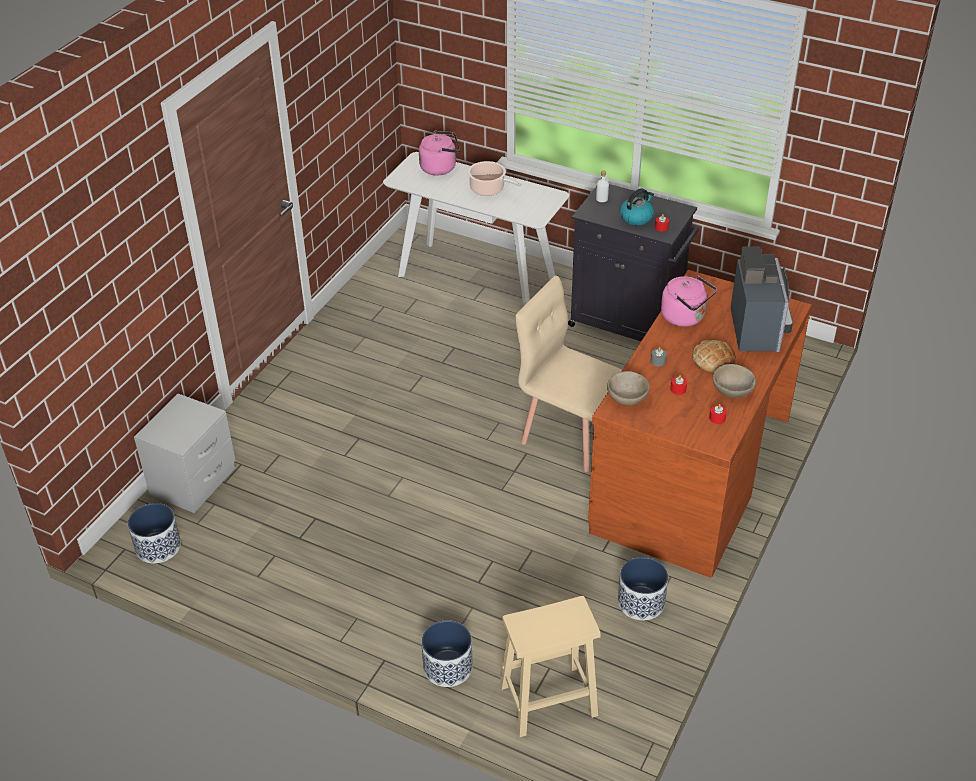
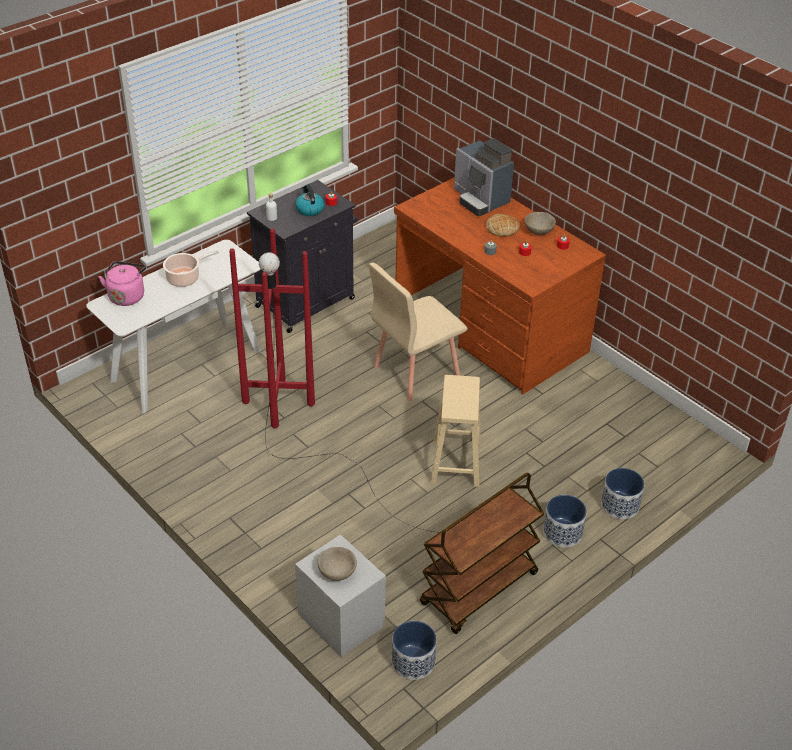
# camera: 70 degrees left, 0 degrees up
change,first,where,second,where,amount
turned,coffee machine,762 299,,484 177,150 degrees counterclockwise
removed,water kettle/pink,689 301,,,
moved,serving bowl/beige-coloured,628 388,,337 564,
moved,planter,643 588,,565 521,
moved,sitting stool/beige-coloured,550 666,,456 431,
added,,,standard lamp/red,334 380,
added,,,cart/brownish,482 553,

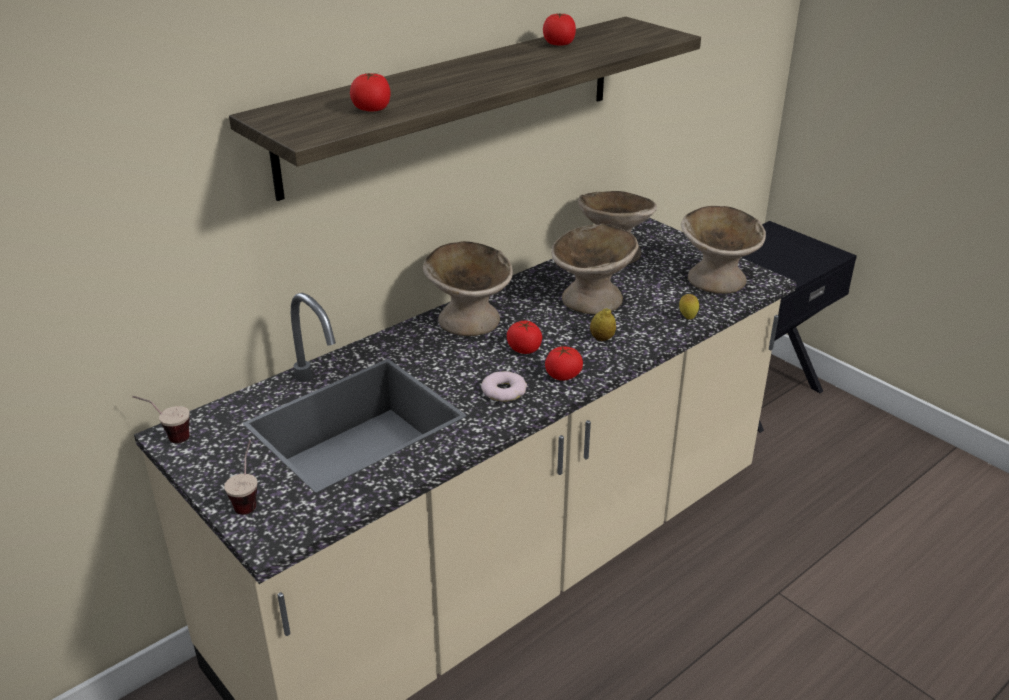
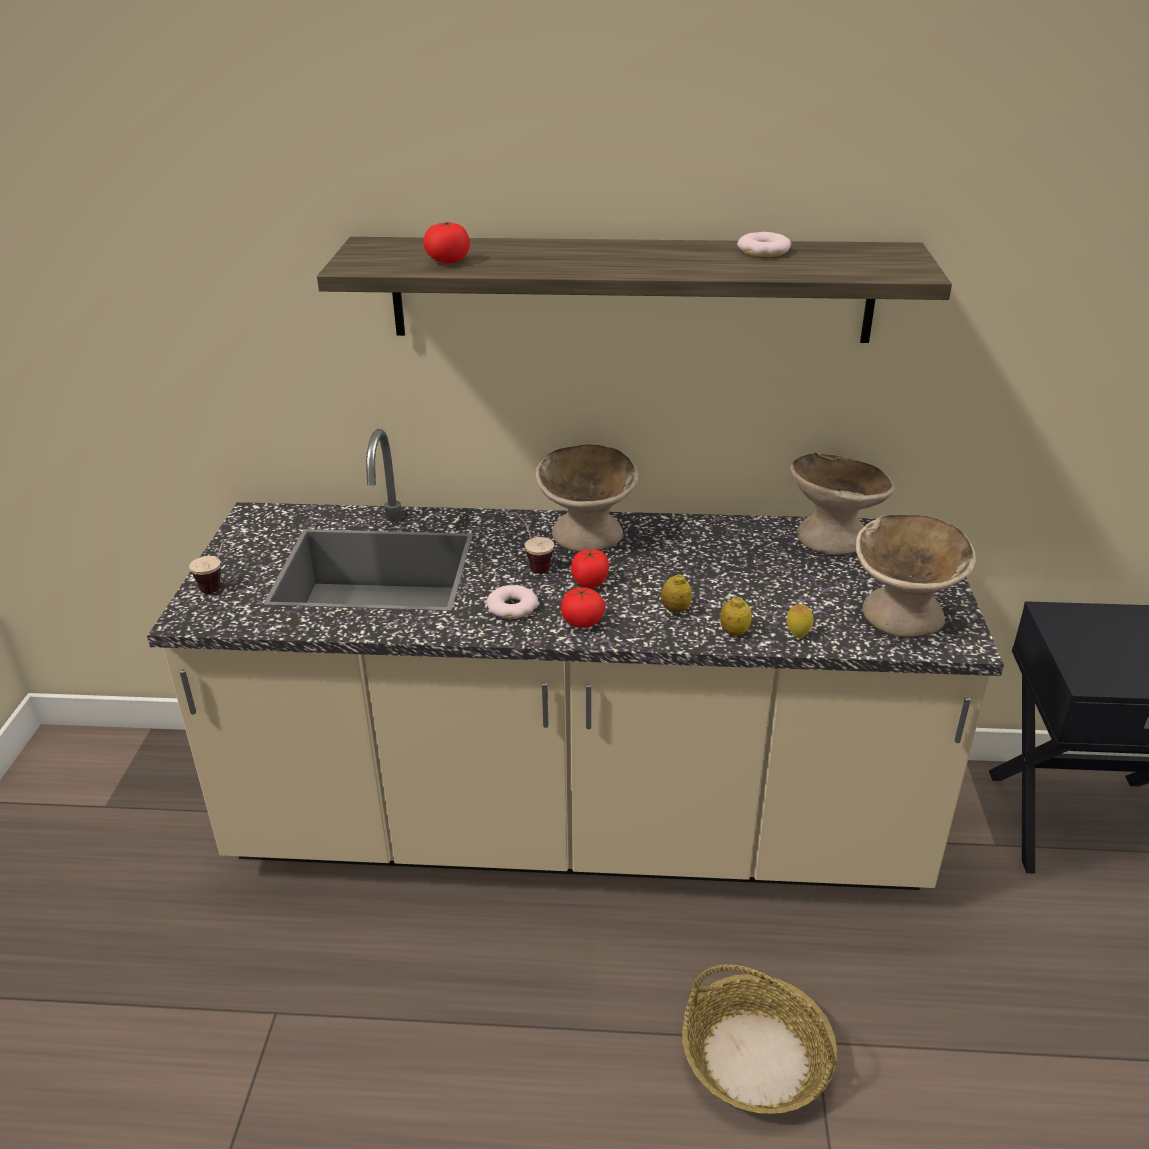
# camera: 45 degrees right, 0 degrees up
change,first,where,second,where,amount
replaced,fresh tomato,559 29,ring doughnut,764 244,
removed,serving bowl/beige-coloured,594 269,,,
moved,drinking cup,161 419,,534 543,
added,,,citrus fruit,736 616,
added,,,basket,760 1039,

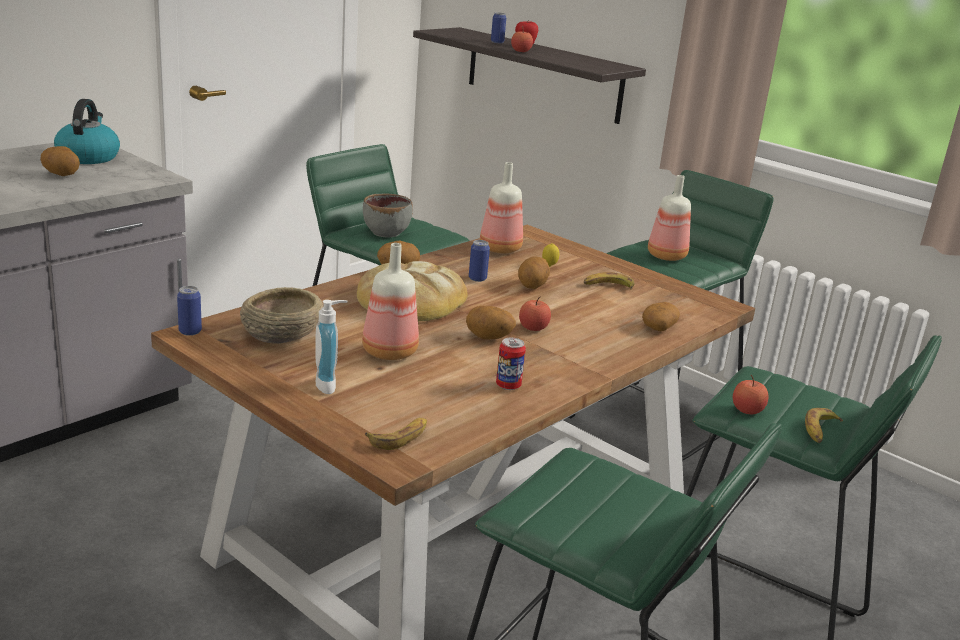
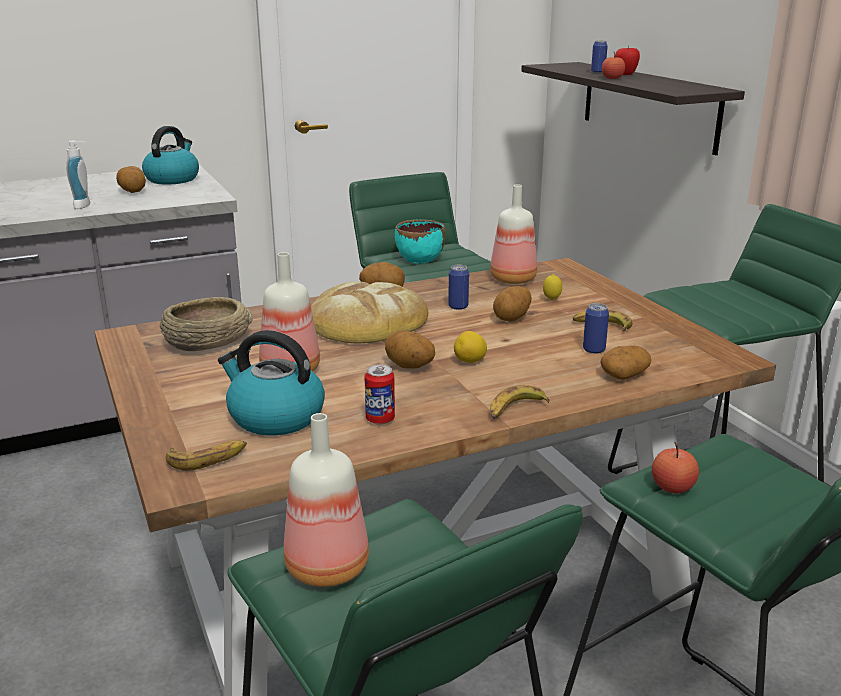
# camera: 25 degrees right, 0 degrees up
change,first,where,second,where,amount
moved,bottle,669 218,,326 500,
recoloured,serving bowl/gray,388 215,serving bowl/blue-green,420 241,
moved,metal can,189 311,,596 328,
replaced,apple fruit,535 313,citrus fruit,470 347,
moved,soap bottle,331 347,,78 175,
moved,whole banana,824 425,,520 402,
added,,,water kettle,271 382,

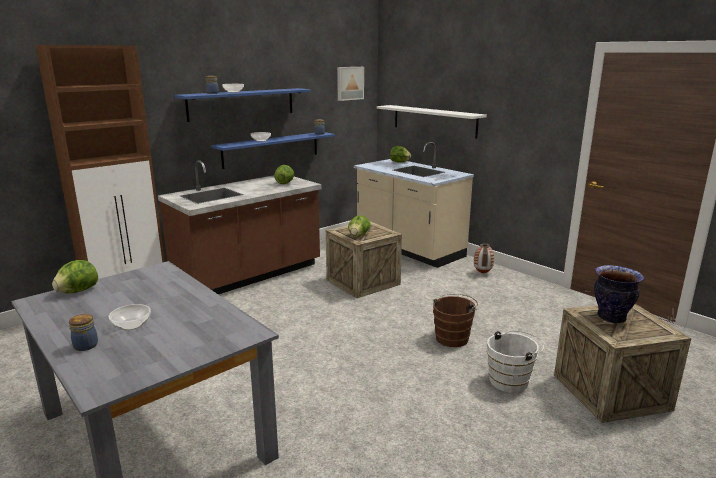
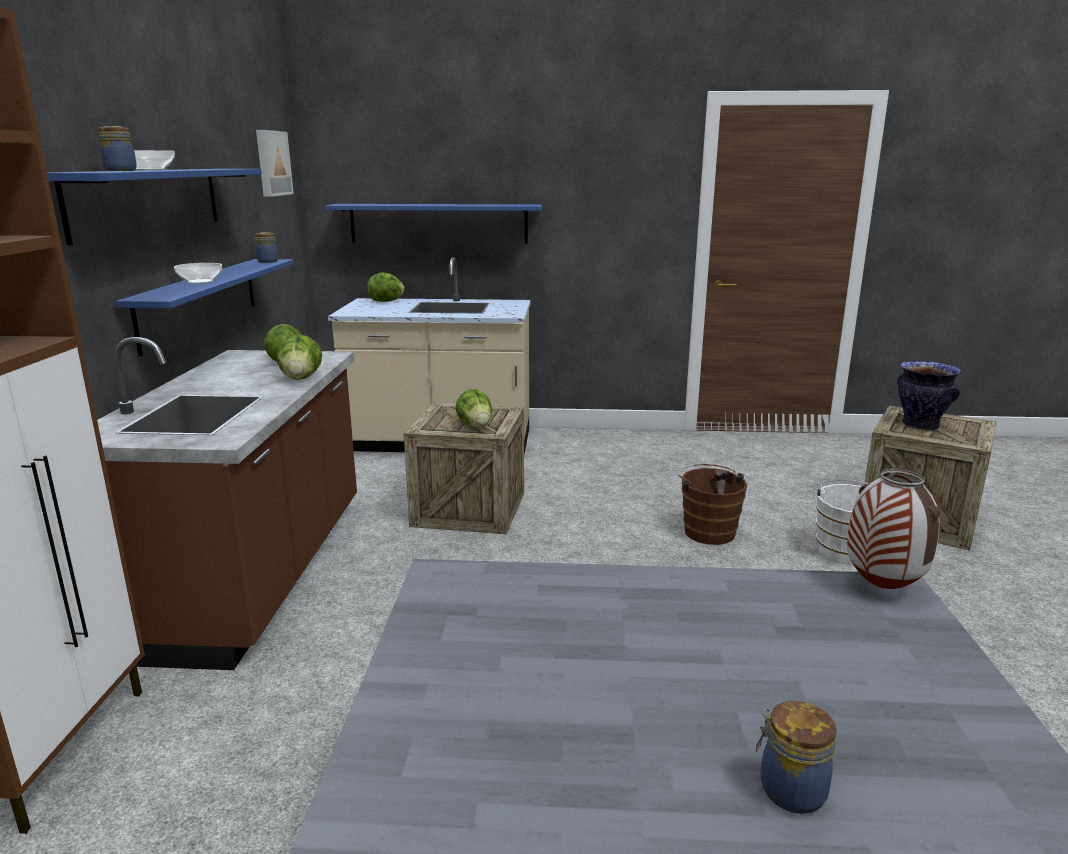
# camera: 45 degrees left, 0 degrees up
change,first,where,second,where,amount
recoloured,bracket shelf/white,432 122,bracket shelf/blue,433 224,
moved,flower vase,484 258,,893 528,
moved,lettuce,75 276,,299 357,
removed,serving bowl,130 317,,,

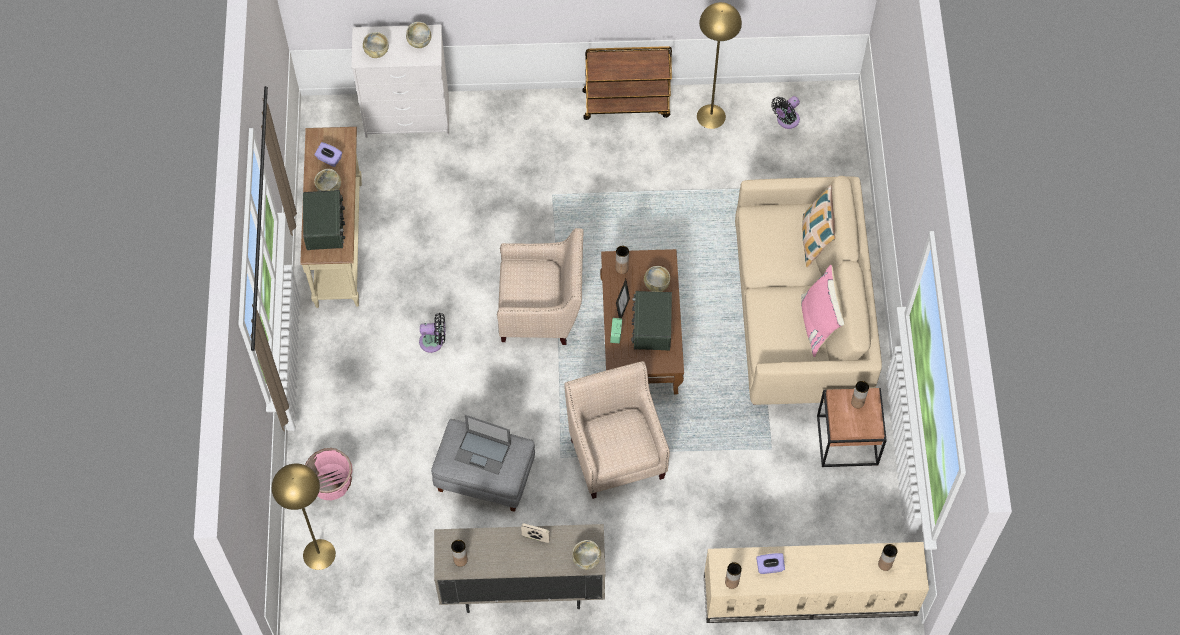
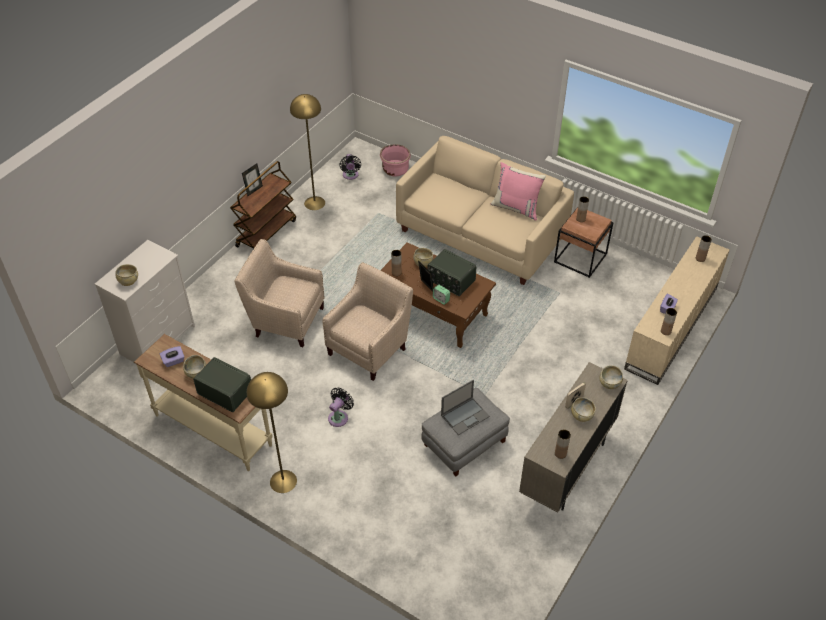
# camera: 55 degrees left, 15 degrees down
change,first,where,second,where,amount
moved,serving bowl/beige-coloured,419 35,,583 409,
removed,throw pillow,818 226,,,
moved,armchair/beige-coloured,617 430,,280 293,
moved,planter/pink,329 474,,395 160,
moved,standard lamp/yellow-coloured,304 516,,272 432,
added,,,standing frame,252 179,

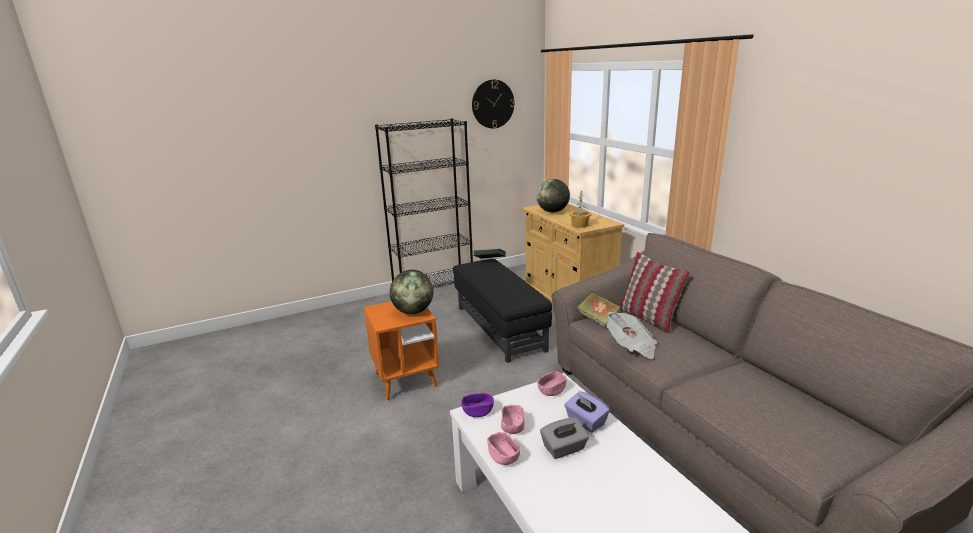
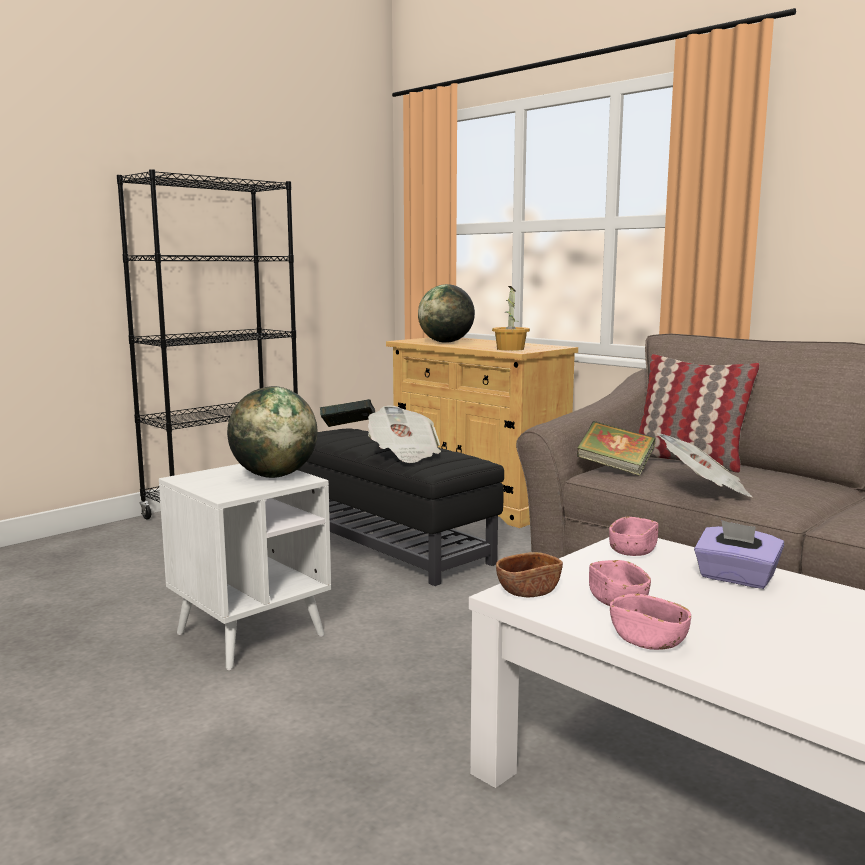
# camera: 20 degrees left, 10 degrees down
change,first,where,second,where,amount
removed,clock on the wall,493 104,,,
recoloured,accent table/orange-coloured,401 351,accent table/white,245 567,
recoloured,serving bowl/purplish,477 405,serving bowl/brownish,529 575,
removed,tissue box/gray,564 438,,,
added,,,printed paper,404 434,

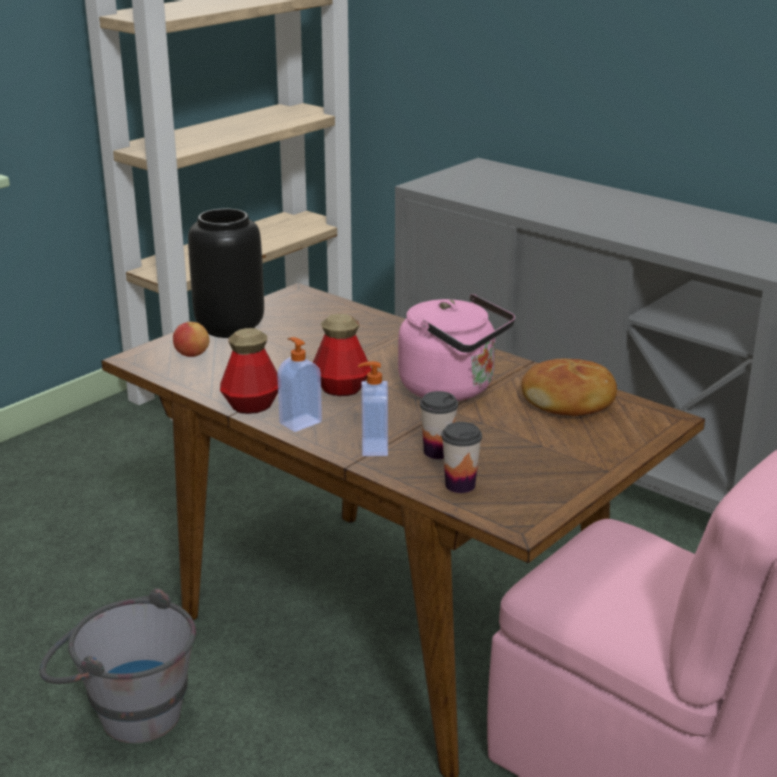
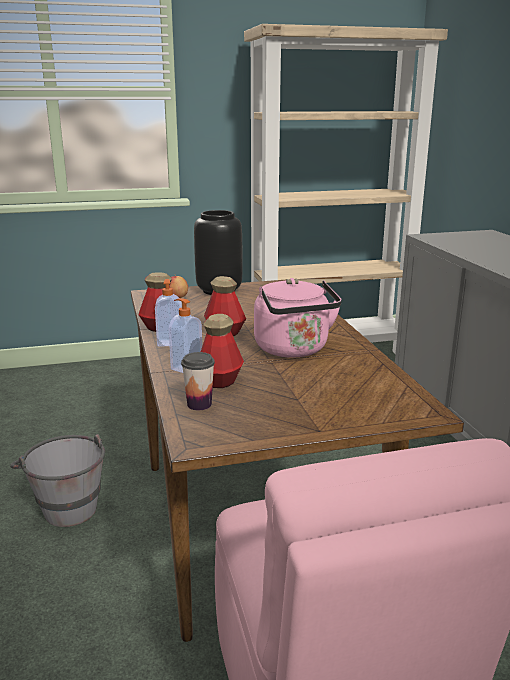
# camera: 35 degrees right, 5 degrees down
change,first,where,second,where,amount
removed,baked bread,569 387,,,
replaced,drinking cup,439 425,bottle,222 351,

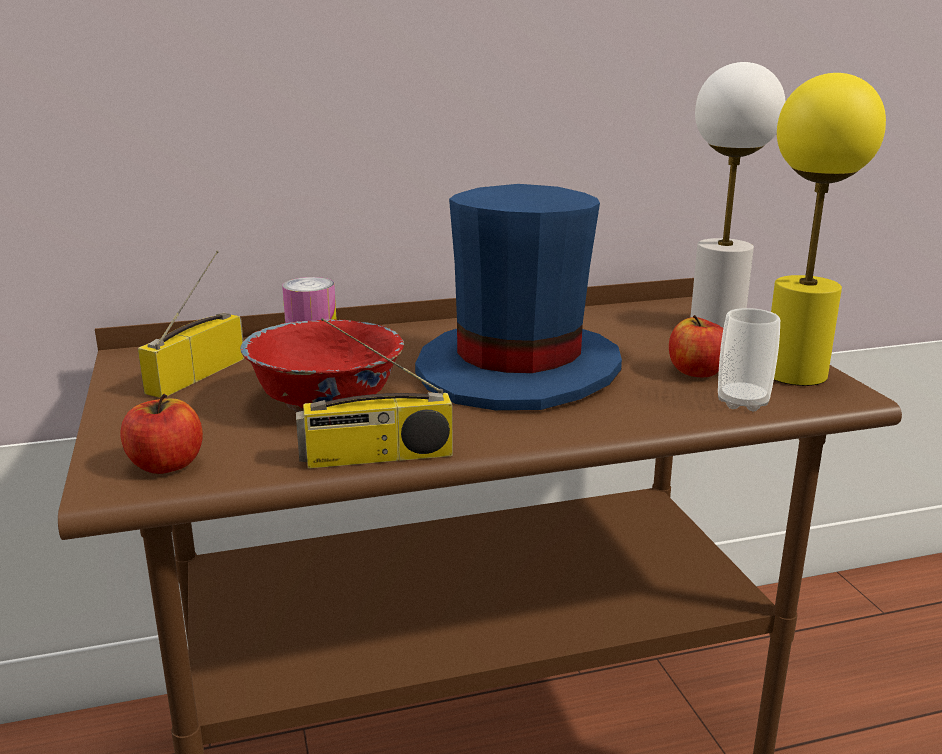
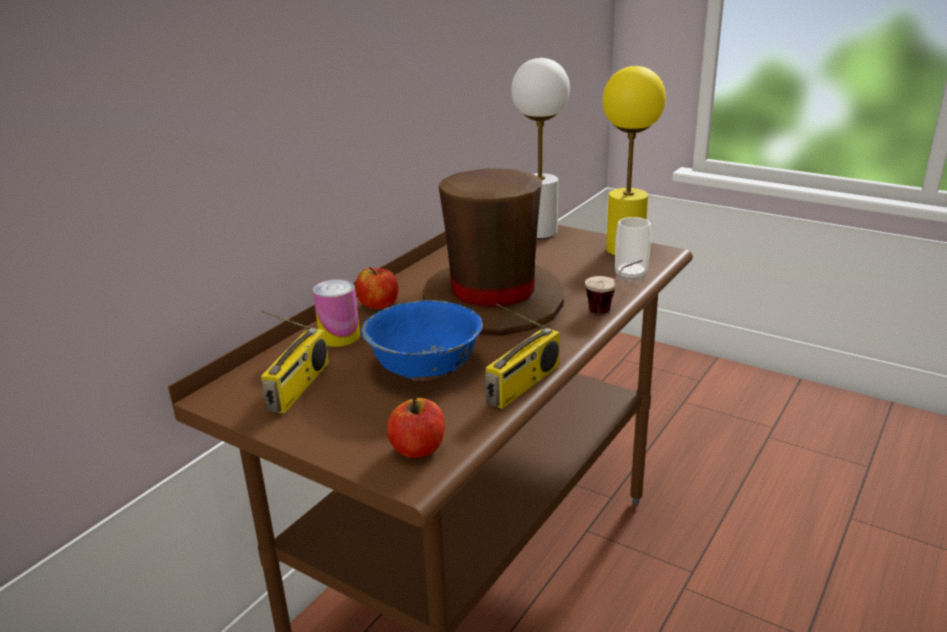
# camera: 40 degrees left, 5 degrees up
change,first,where,second,where,amount
recoloured,wearable hat/blue,518 297,wearable hat/brownish,493 252,
turned,radio,191 324,,295 361,150 degrees counterclockwise
moved,apple fruit,696 346,,377 288,
recoloured,serving bowl/red,322 365,serving bowl/blue,422 340,
added,,,drinking cup,614 287,

